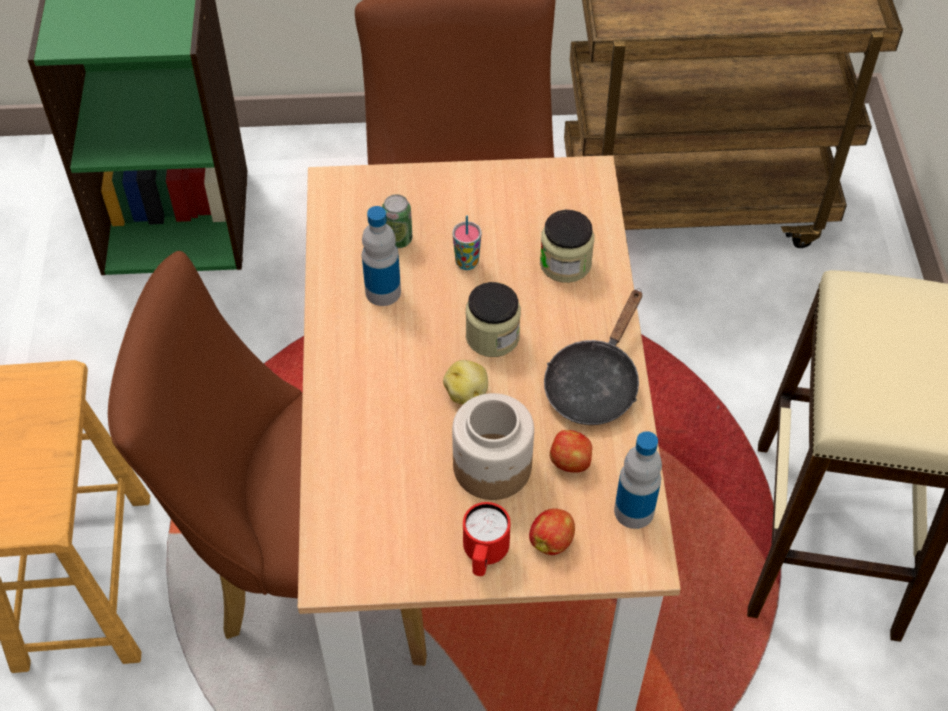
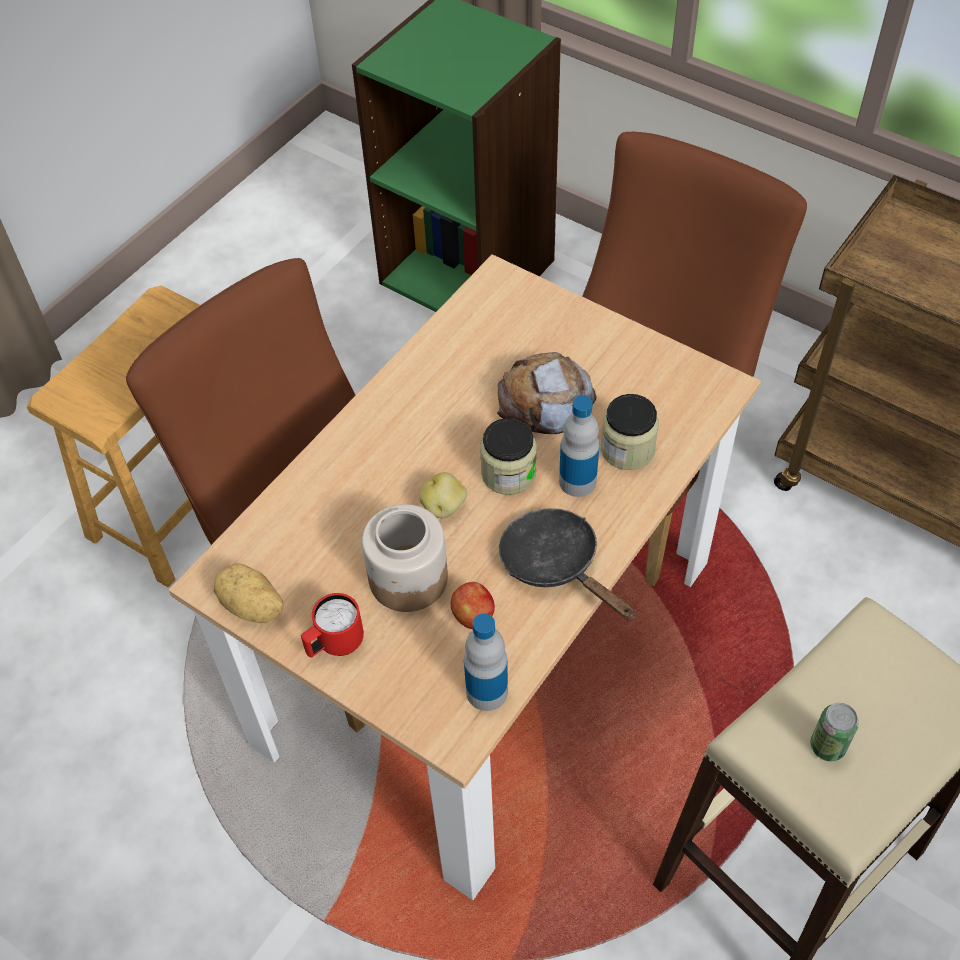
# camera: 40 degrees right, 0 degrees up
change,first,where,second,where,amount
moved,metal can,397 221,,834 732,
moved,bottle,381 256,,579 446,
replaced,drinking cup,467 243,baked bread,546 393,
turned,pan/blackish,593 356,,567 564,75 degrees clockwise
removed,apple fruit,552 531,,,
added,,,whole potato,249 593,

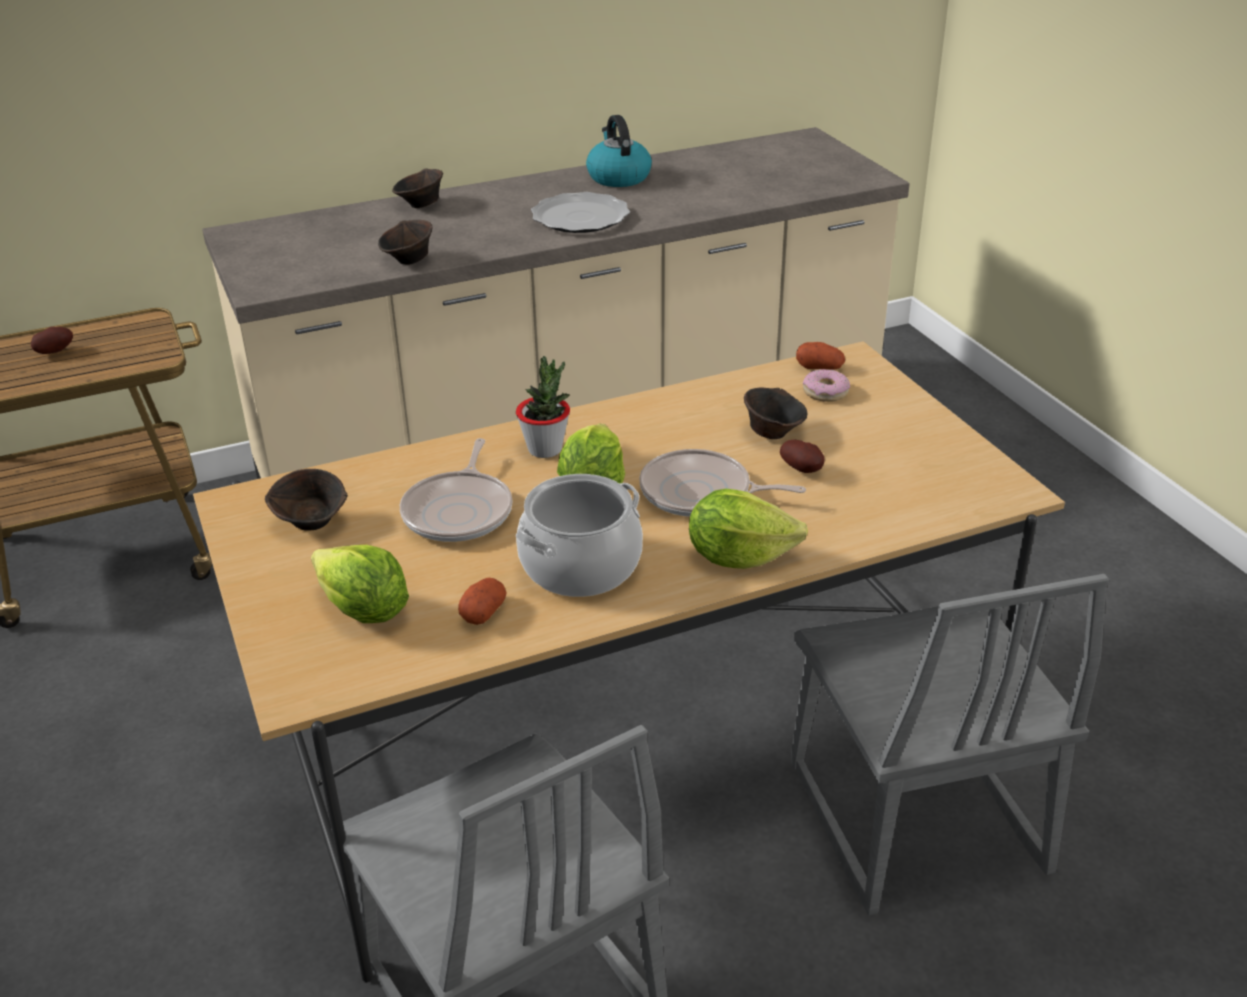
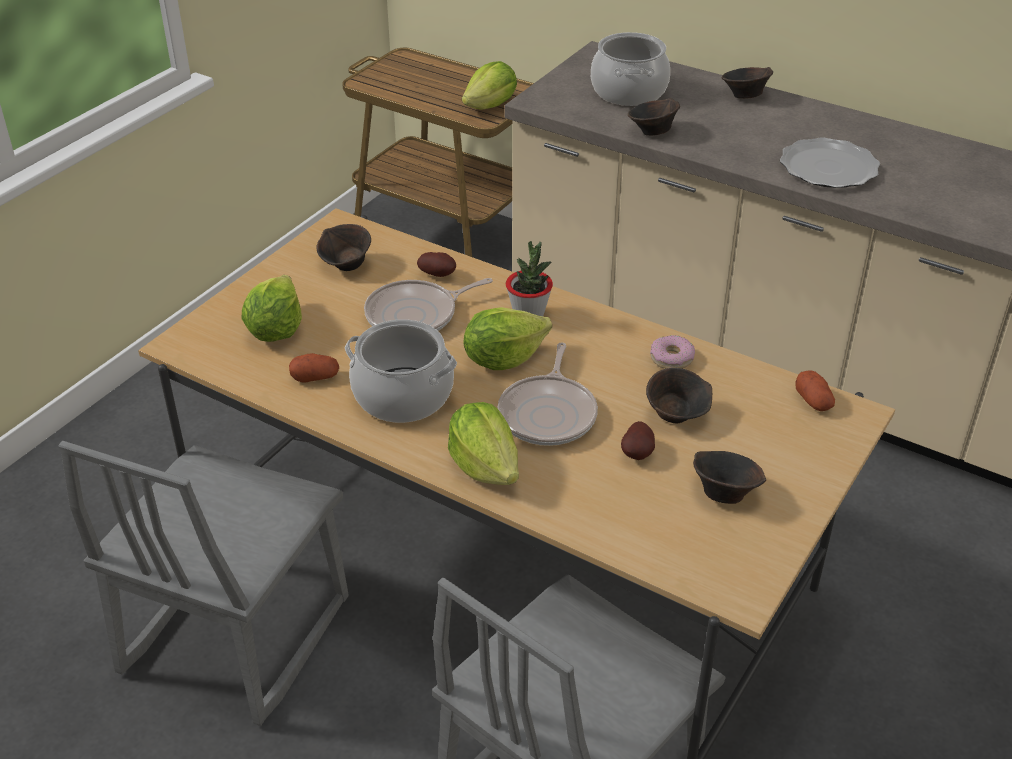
# camera: 55 degrees right, 5 degrees up
change,first,where,second,where,amount
removed,water kettle,619 151,,,
moved,whole potato,52 340,,436 264,
moved,ring doughnut,826 385,,672 352,
turned,pan,722 483,,547 394,150 degrees counterclockwise
added,,,stockpot,630 69,
added,,,lettuce,489 85,
added,,,serving bowl/brownish,729 477,

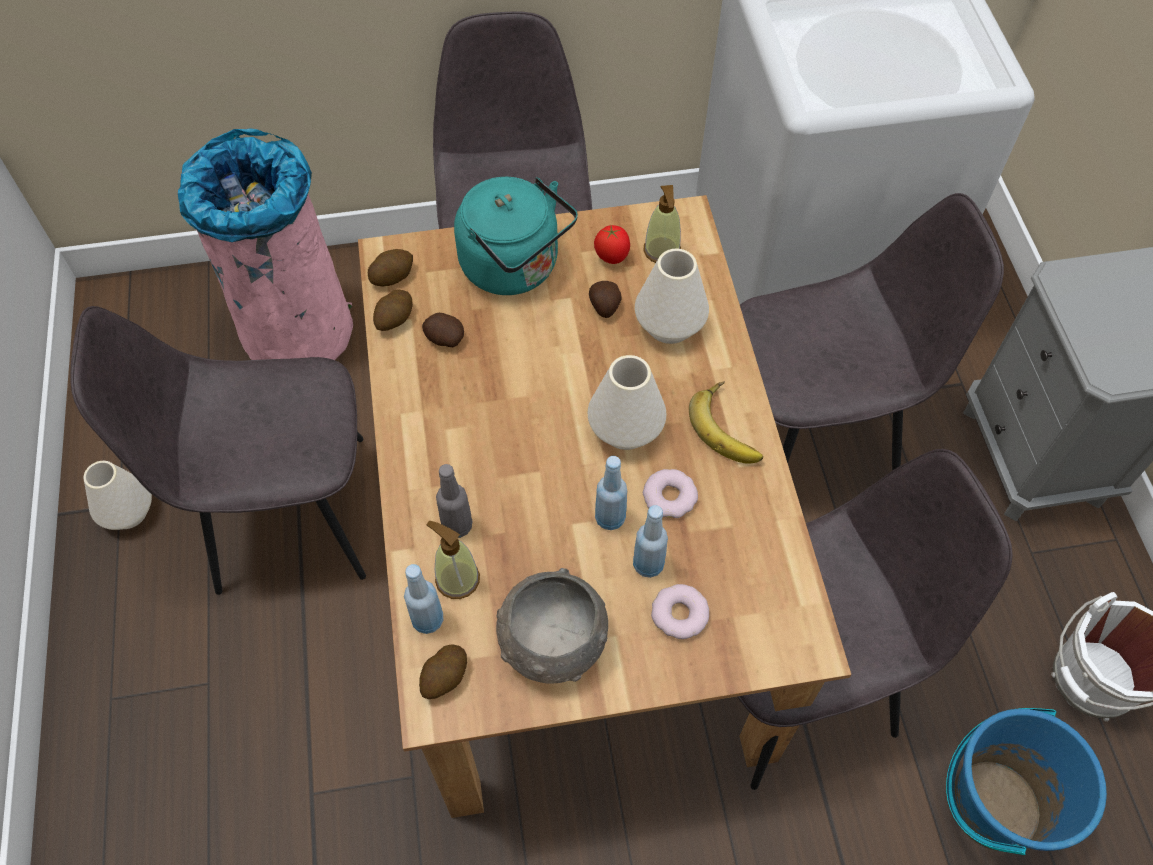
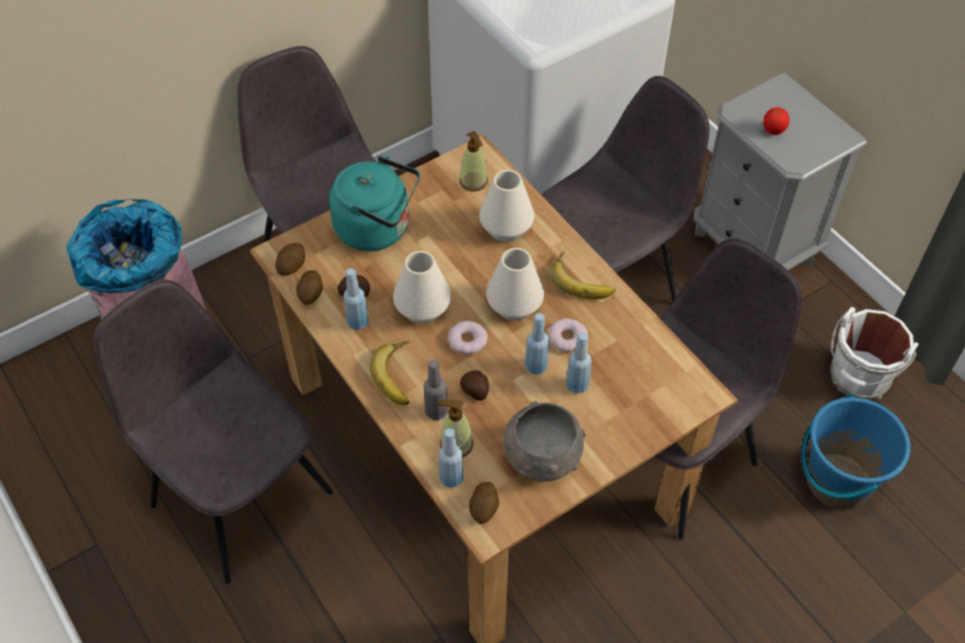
# camera: 25 degrees left, 5 degrees down
change,first,where,second,where,amount
moved,fresh tomato,612 244,,776 121,
moved,whole potato,605 299,,474 385,
turned,upright chair/gray,218 450,,213 431,75 degrees clockwise
moved,flower vase/white,118 495,,422 287,
moved,ring doughnut,680 611,,468 337,
added,,,bottle/blue,356 299,
added,,,whole banana,390 373,

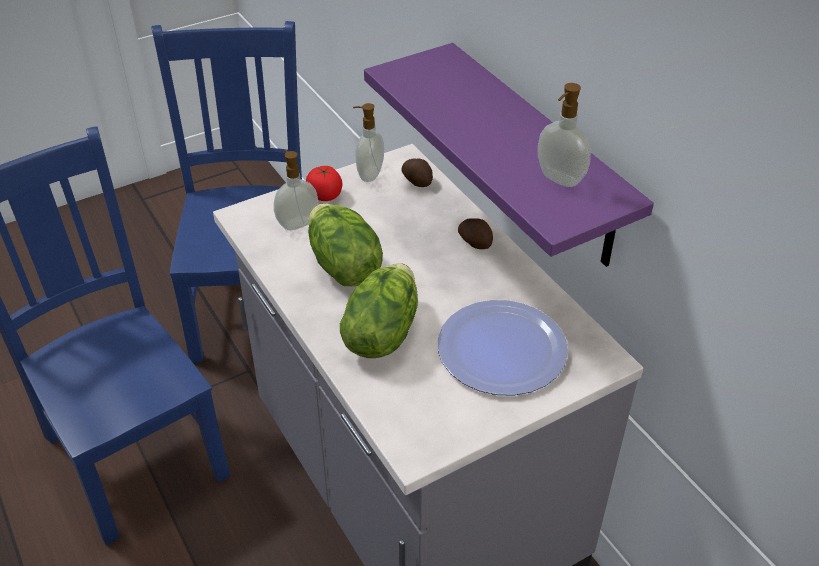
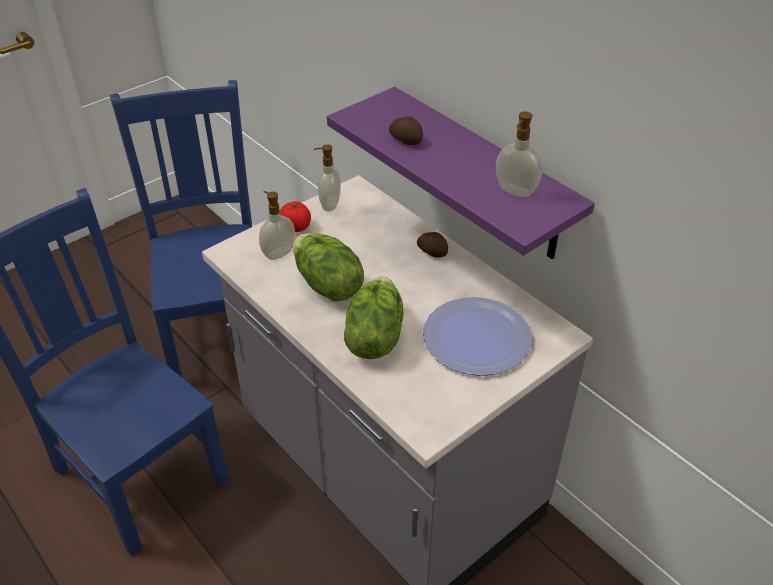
# camera: 10 degrees left, 0 degrees up
change,first,where,second,where,amount
moved,whole potato,417 173,,406 131,

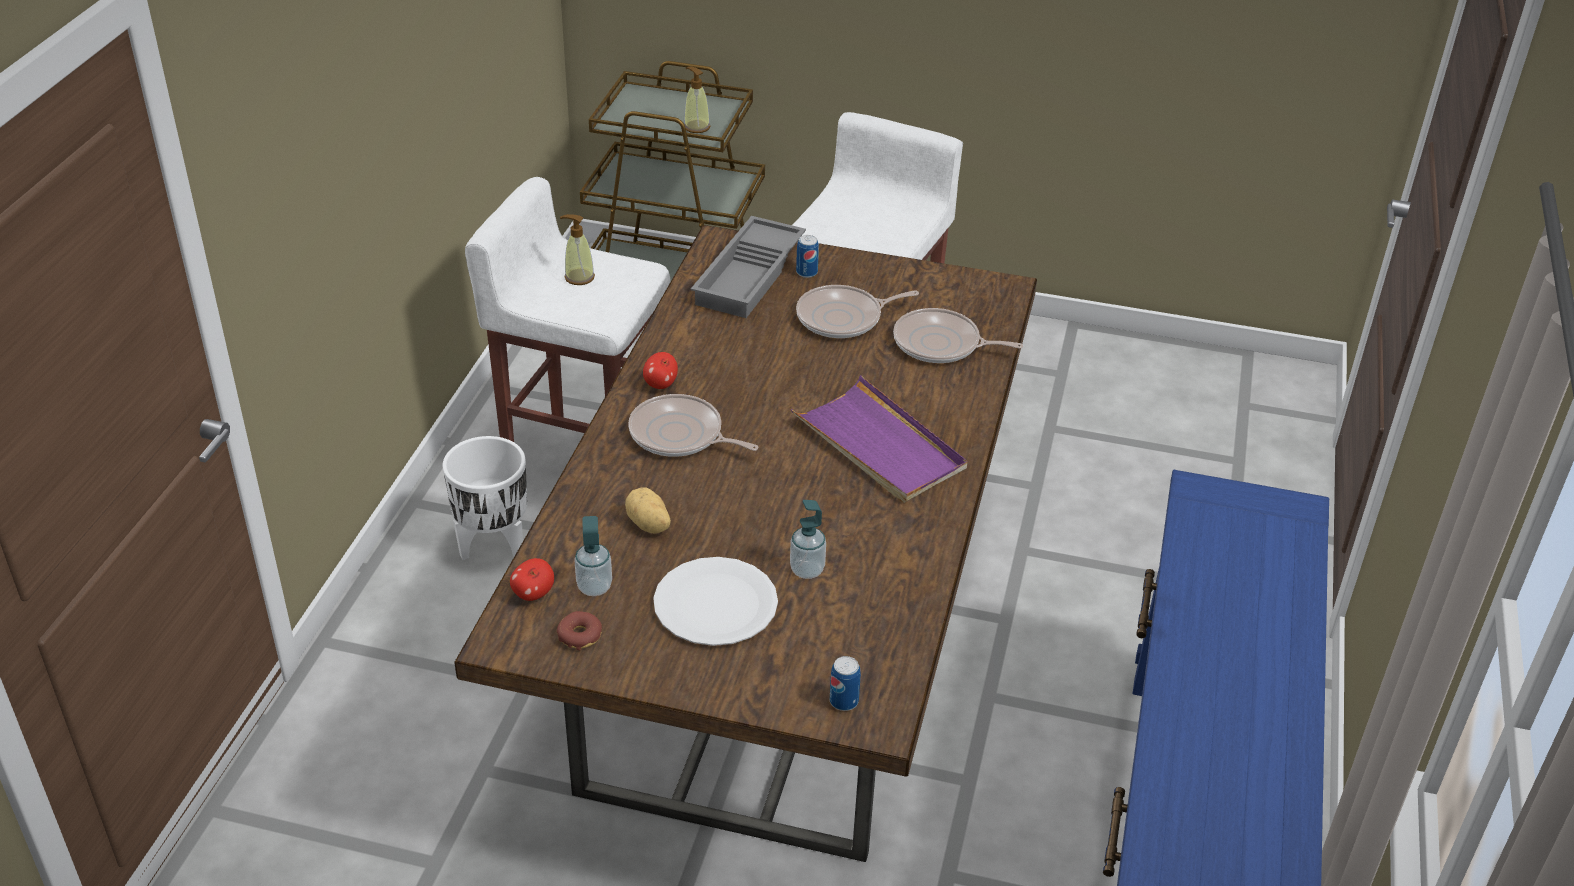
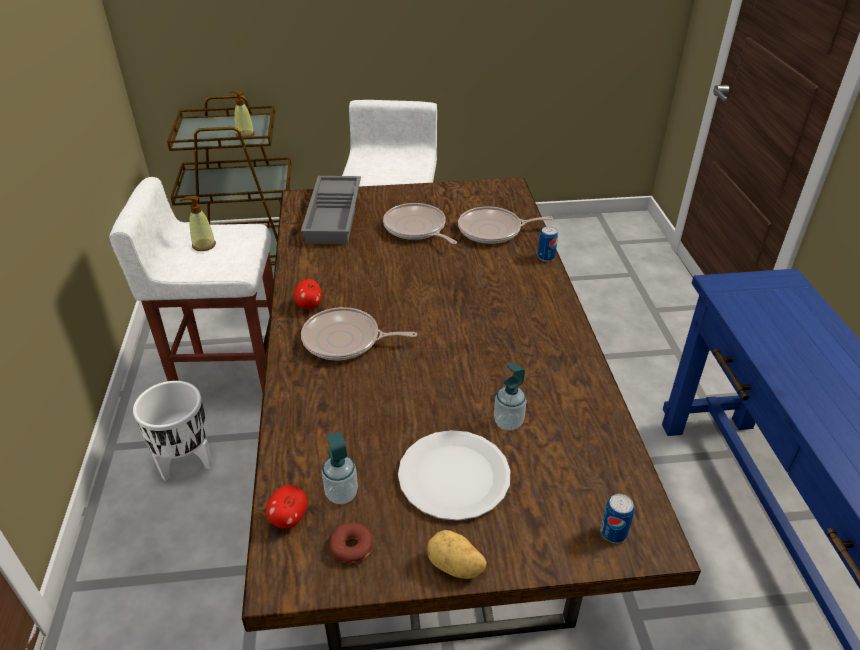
# camera: 20 degrees left, 0 degrees up
change,first,where,second,where,amount
moved,metal can,807 256,,548 244,
turned,pan,857 311,,420 223,90 degrees clockwise
removed,tray/purplish,879 439,,,
moved,whole potato,648 511,,457 554,

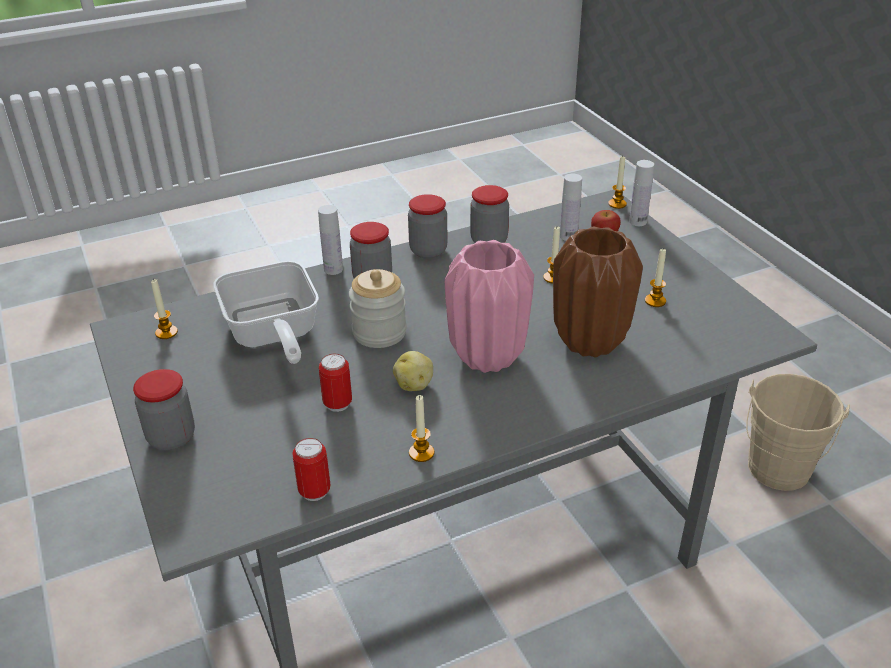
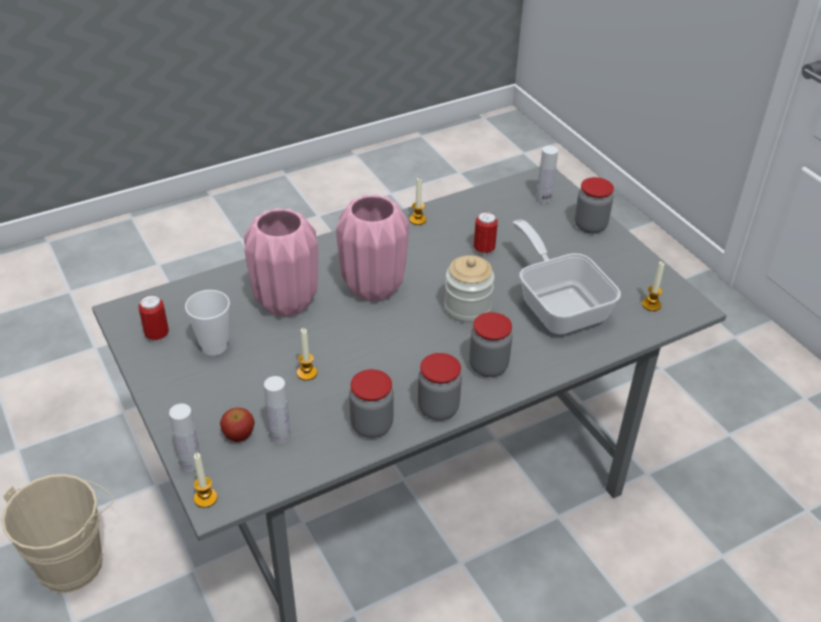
# camera: 175 degrees right, 5 degrees up
change,first,where,second,where,amount
moved,bottle/white,330 240,,547 174,
recoloured,flower vase/brownish,598 292,flower vase/pink,281 262,
replaced,candle,655 278,drinking cup,207 323,
removed,whole potato,413 371,,,
moved,metal can,311 469,,153 318,

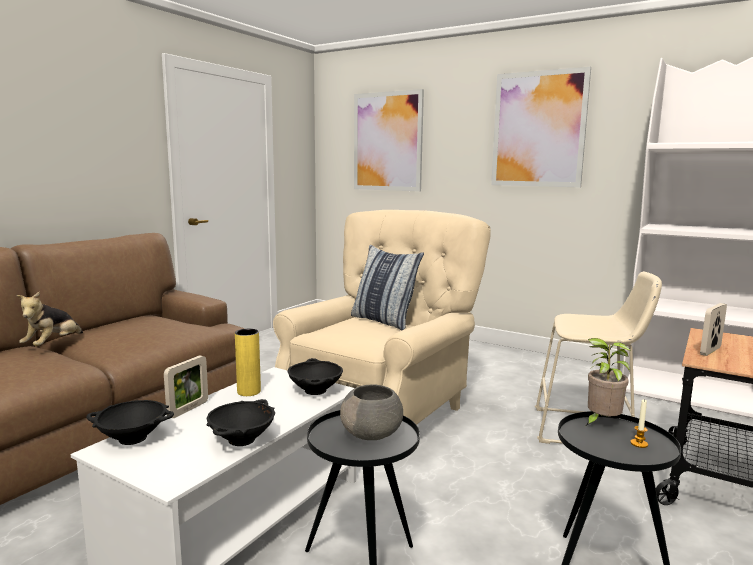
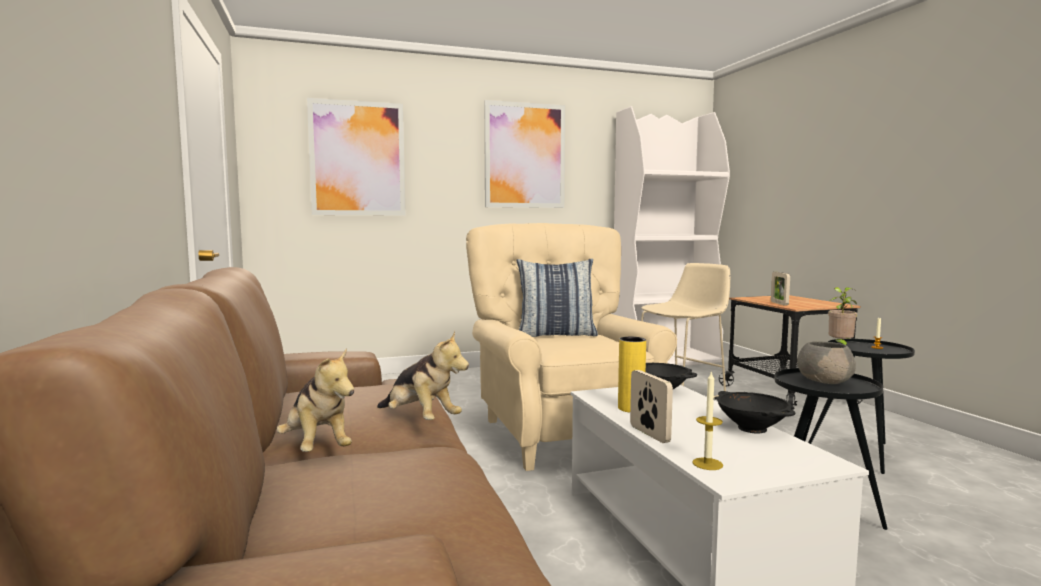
# camera: 50 degrees left, 5 degrees down
change,first,where,second,where,amount
replaced,serving bowl/blackish,130 422,candle,707 420,
added,,,cuddly toy,423 375,

